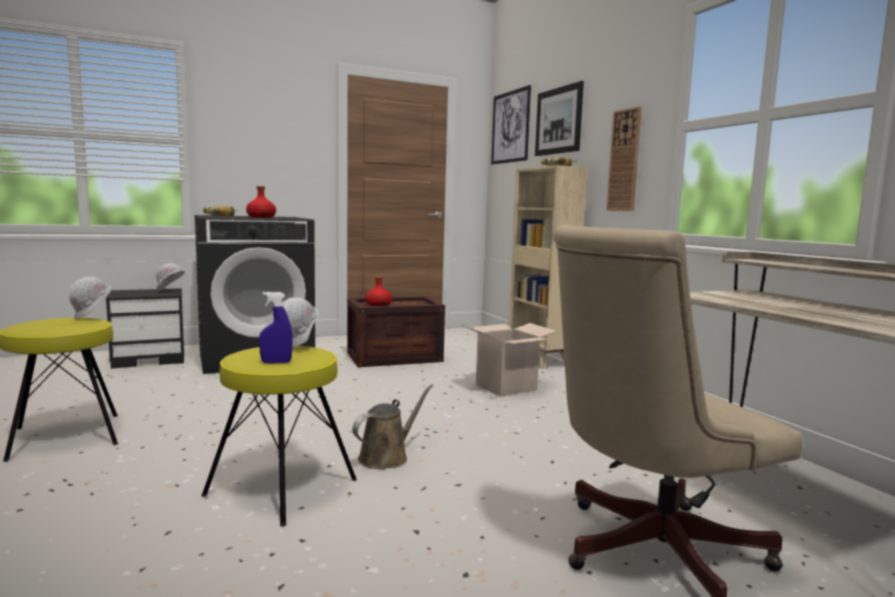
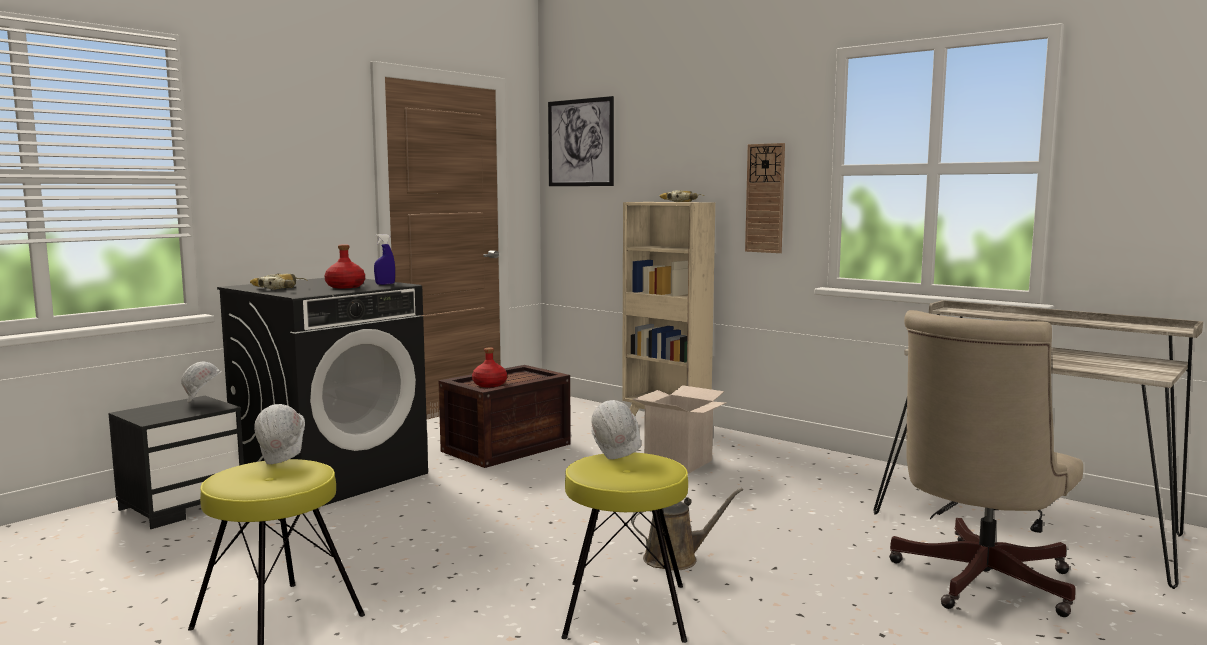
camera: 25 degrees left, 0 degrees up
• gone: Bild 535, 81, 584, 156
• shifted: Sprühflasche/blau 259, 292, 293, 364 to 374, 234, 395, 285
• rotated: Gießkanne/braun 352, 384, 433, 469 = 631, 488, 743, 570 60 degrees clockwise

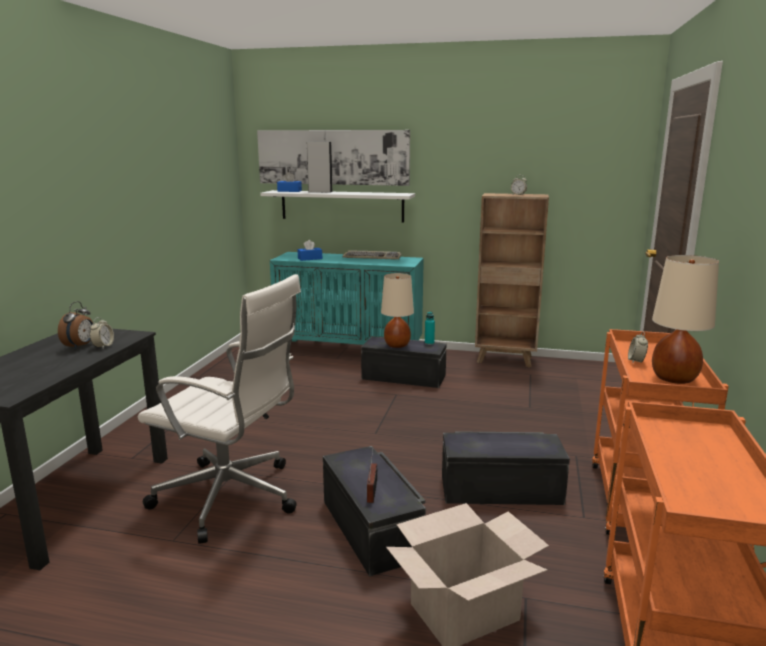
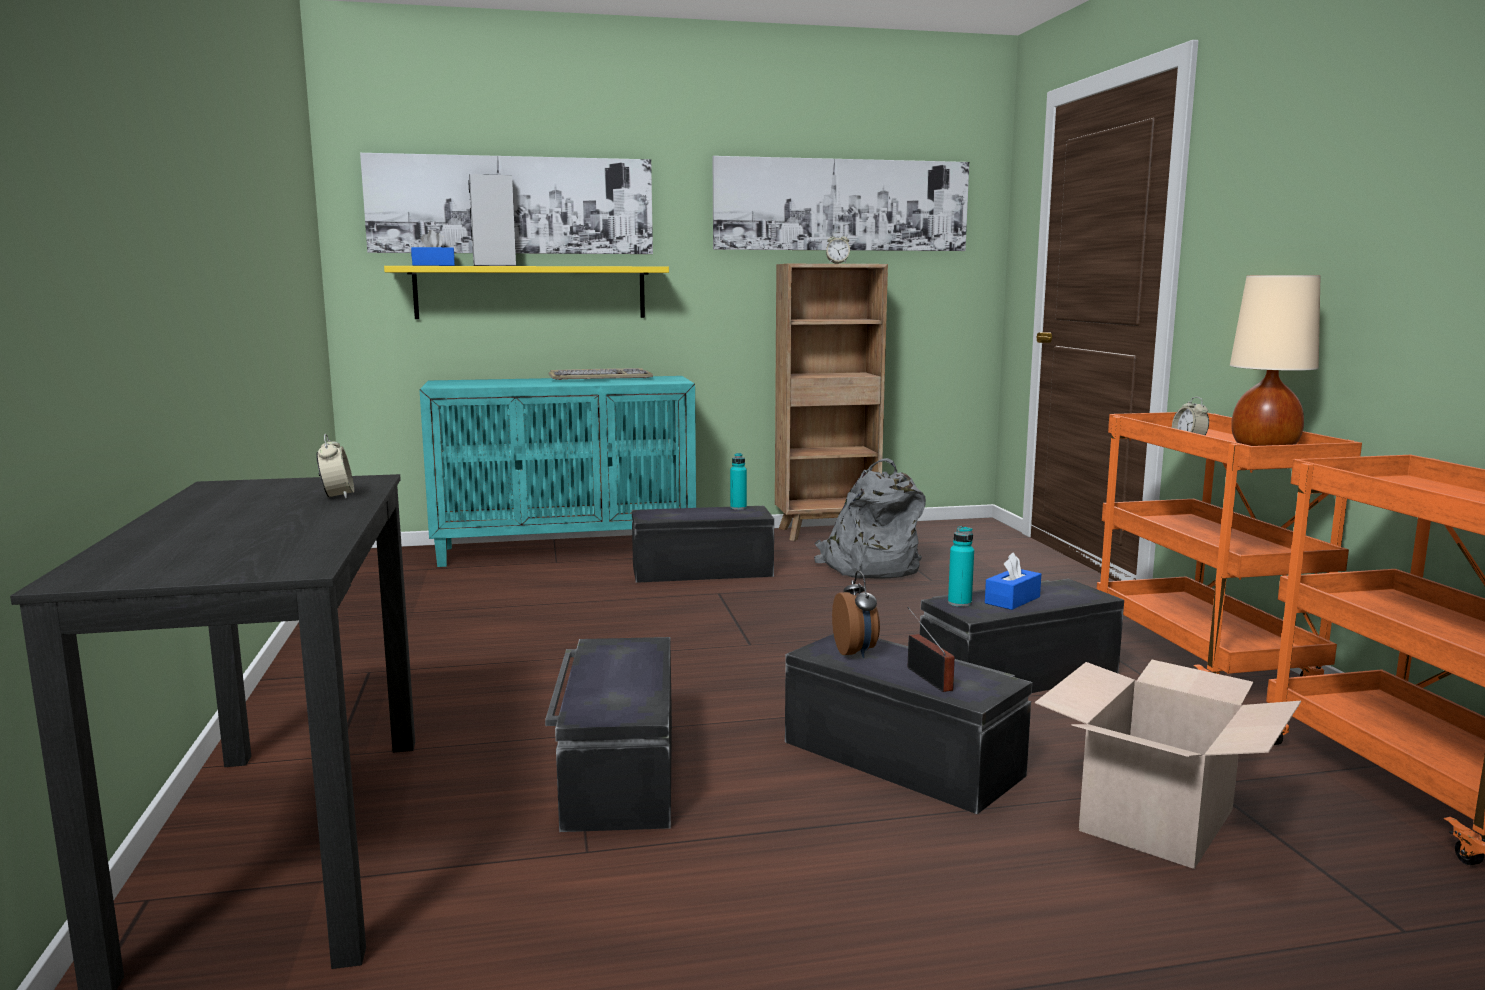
camera: 25 degrees left, 5 degrees down
• gone: Tischlampe/beige 381, 273, 414, 348
• new: Bild 713, 156, 969, 251
• new: Rucksack/grau 814, 458, 926, 579
• new: Flasche/türkis 948, 526, 974, 607
• shifted: Wecker 58, 301, 93, 349 to 832, 571, 880, 658
• shifted: Taschentuchbox/blau 298, 240, 322, 261 to 985, 552, 1041, 610
• swapped: Bürostuhl/weiß 138, 274, 301, 544 to Aufbewahrungsbox/schwarz 545, 637, 672, 832
• repainted: Wandregal/weiß 260, 190, 415, 223 to Wandregal/gelb 384, 266, 669, 319

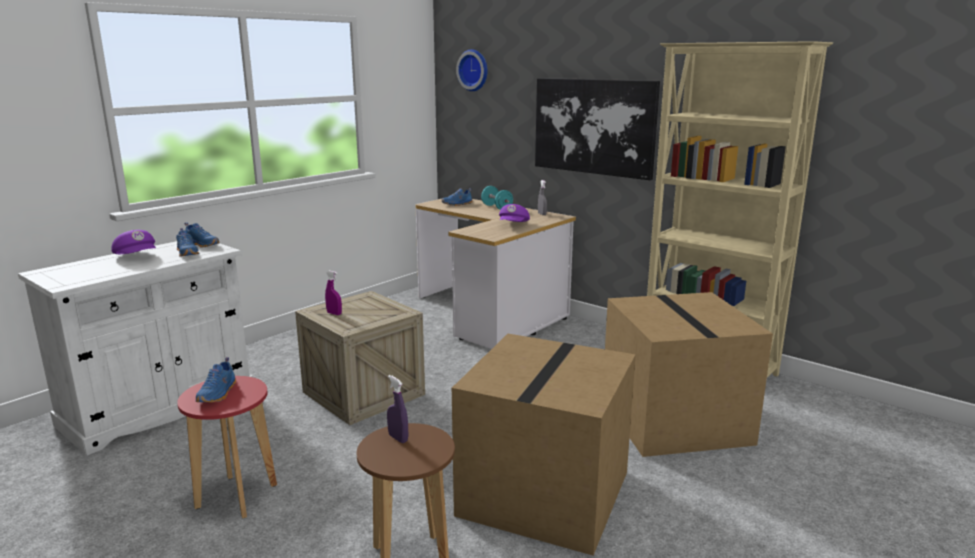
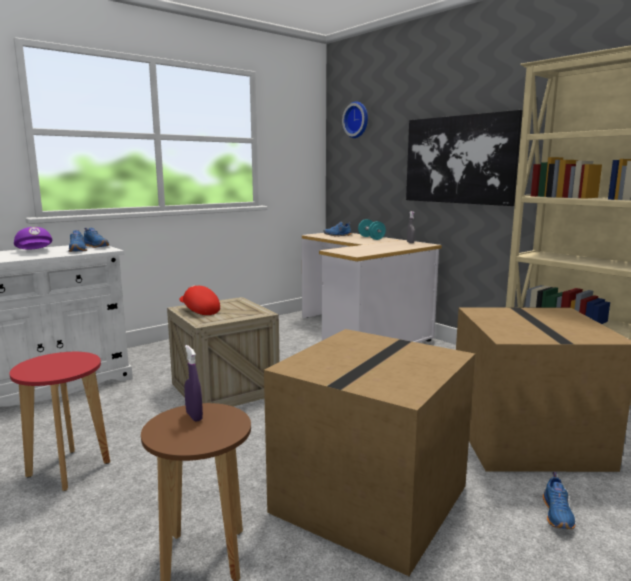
camera: 10 degrees right, 5 degrees down
• gone: Kappe/lila 499, 204, 530, 222
• shifted: Schuh/blau 196, 357, 236, 402 to 543, 472, 575, 529
• swapped: Sprühflasche/lila 325, 271, 342, 315 to Kappe/rot 179, 285, 220, 315

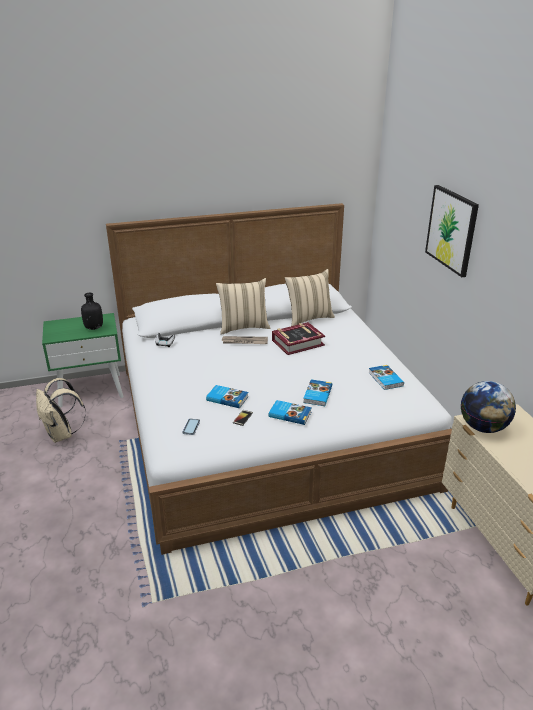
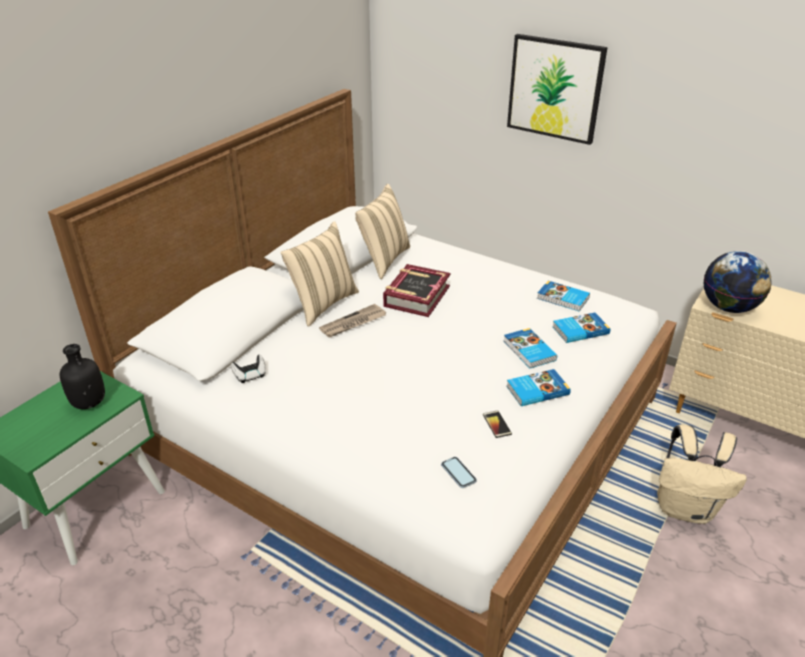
camera: 40 degrees left, 5 degrees up
• shifted: Rucksack/beige 36, 378, 86, 443 to 657, 424, 747, 524
• shifted: Buch 206, 385, 249, 408 to 552, 313, 611, 343

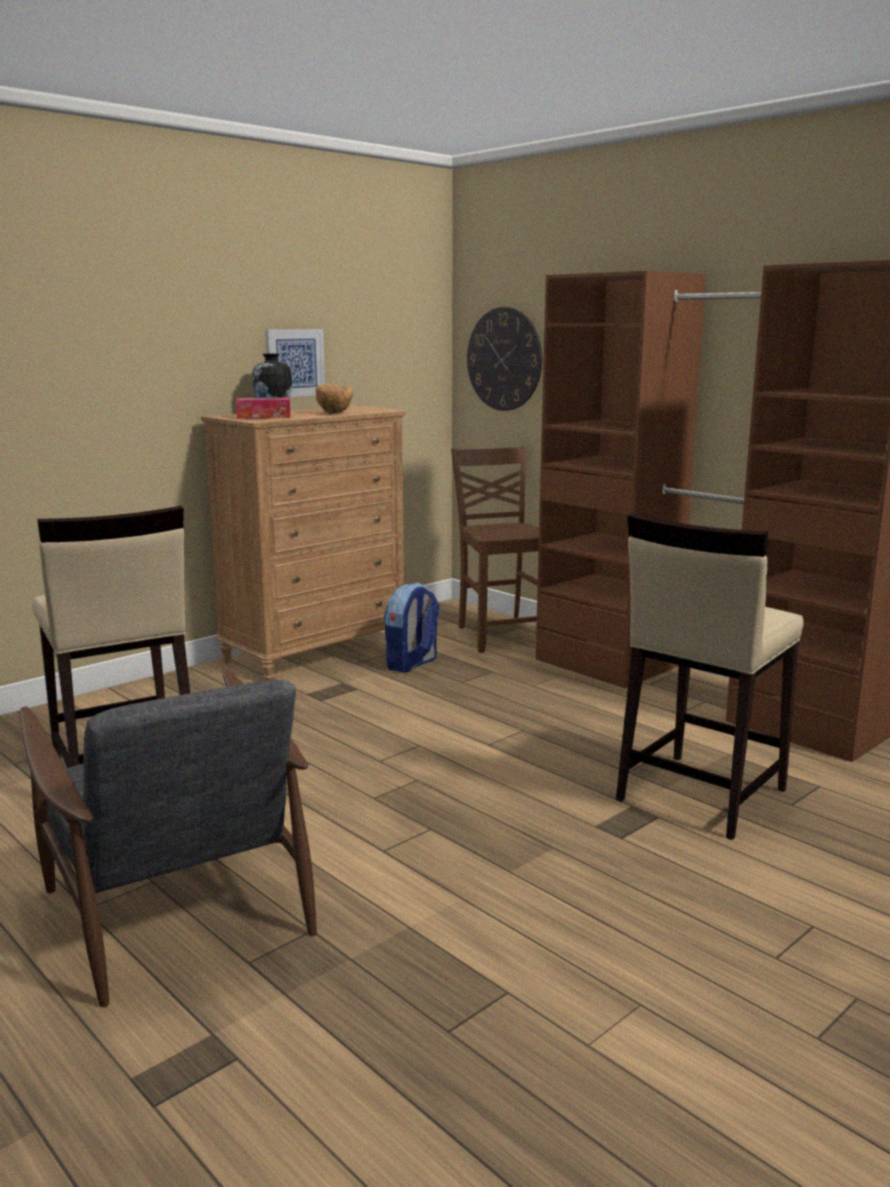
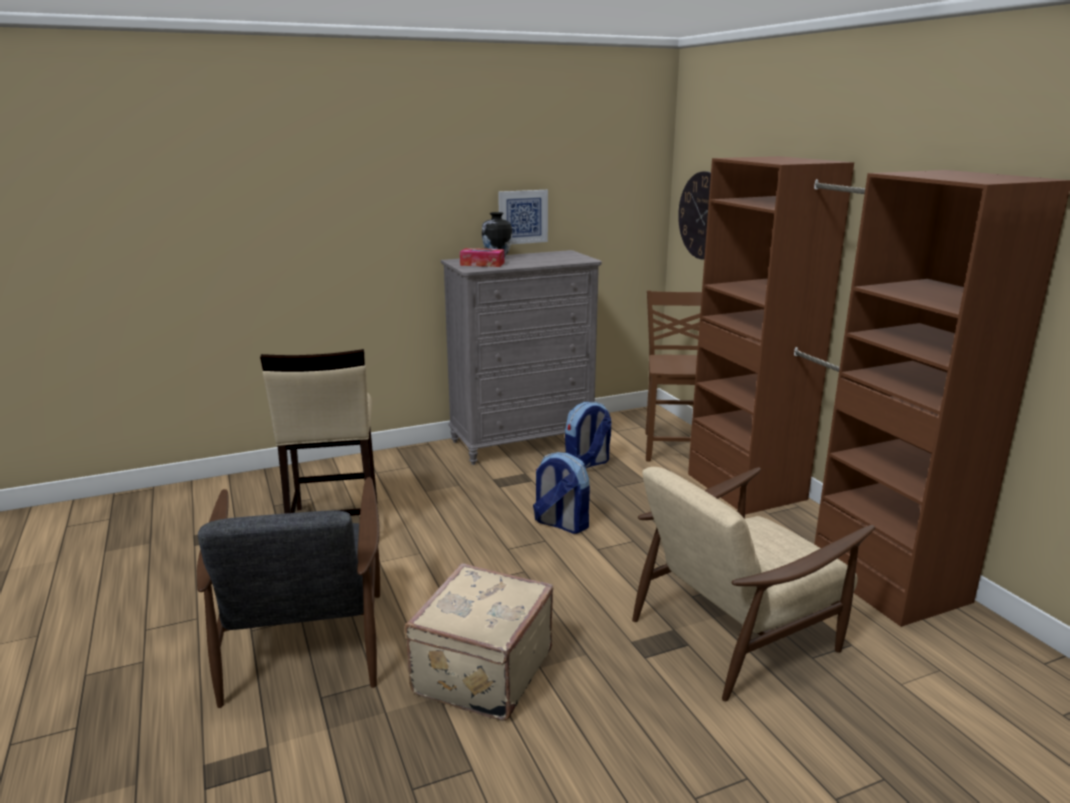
camera: 20 degrees right, 5 degrees up
• gone: Schüssel/braun 315, 383, 353, 414
• new: Koffer/beige 405, 563, 553, 721
• new: Rucksack 533, 452, 590, 534
• swapped: Hocker/beige 616, 513, 804, 840 to Sessel/beige 632, 467, 875, 701
• repainted: Kommode/braun 201, 405, 406, 681 to Kommode/grau 441, 250, 602, 465

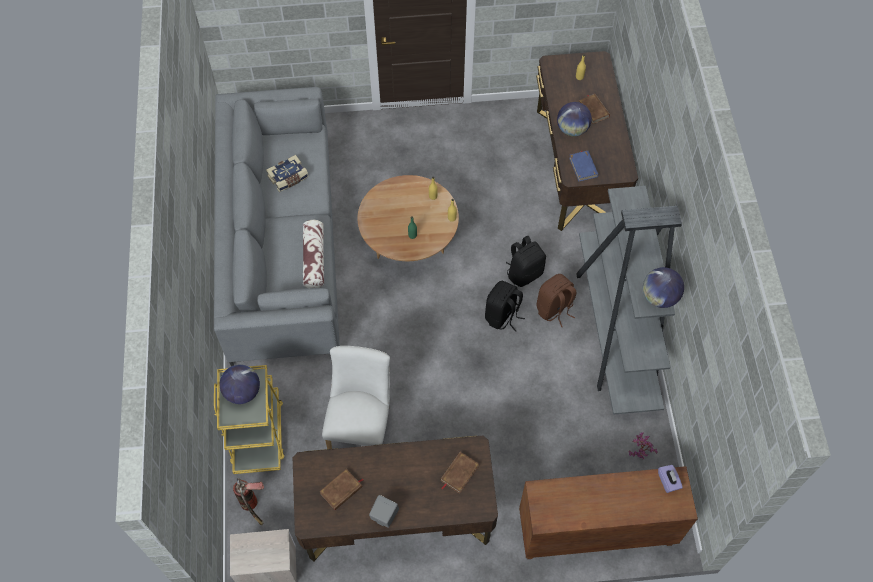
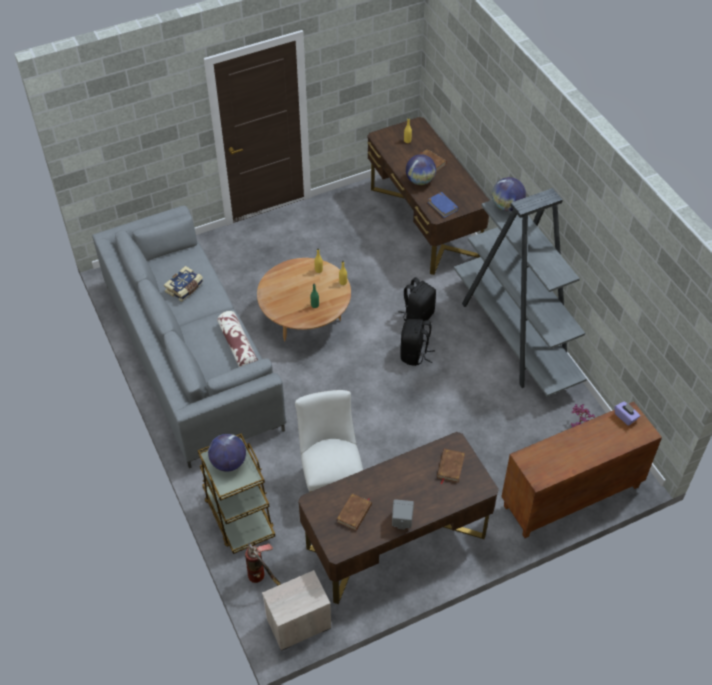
camera: 20 degrees left, 10 degrees down
• gone: Rucksack/braun 536, 274, 576, 327
• shifted: Globus 643, 267, 684, 308 to 492, 177, 526, 211
• repainted: Rollwagen/gelb 214, 365, 284, 474 to Rollwagen/braun 198, 434, 275, 554

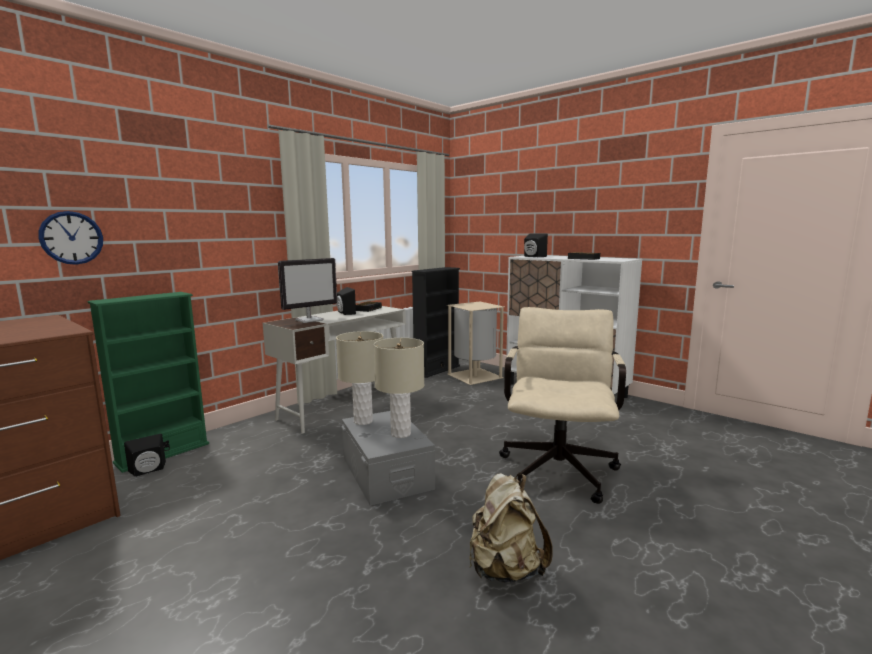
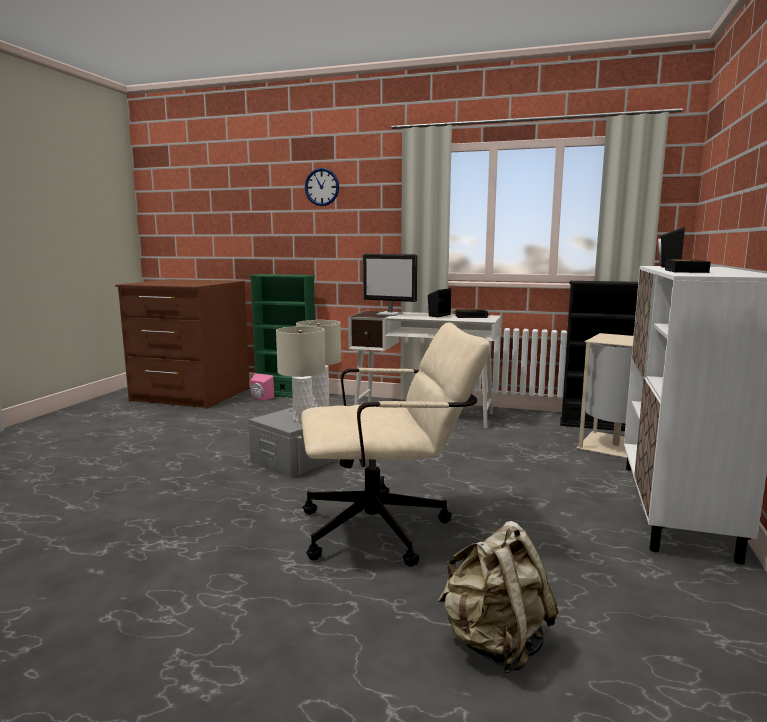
camera: 65 degrees right, 0 degrees up
• shifted: Wanduhr 38, 211, 103, 265 to 305, 168, 339, 206
• shifted: Rucksack/beige 469, 473, 553, 583 to 437, 521, 558, 673
• repainted: Lautsprecher/schwarz 124, 434, 166, 477 to Lautsprecher/rosa 250, 373, 274, 400

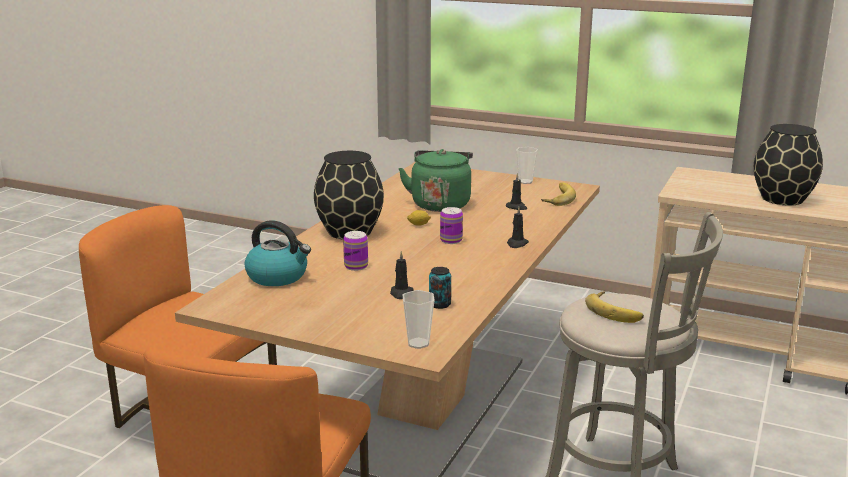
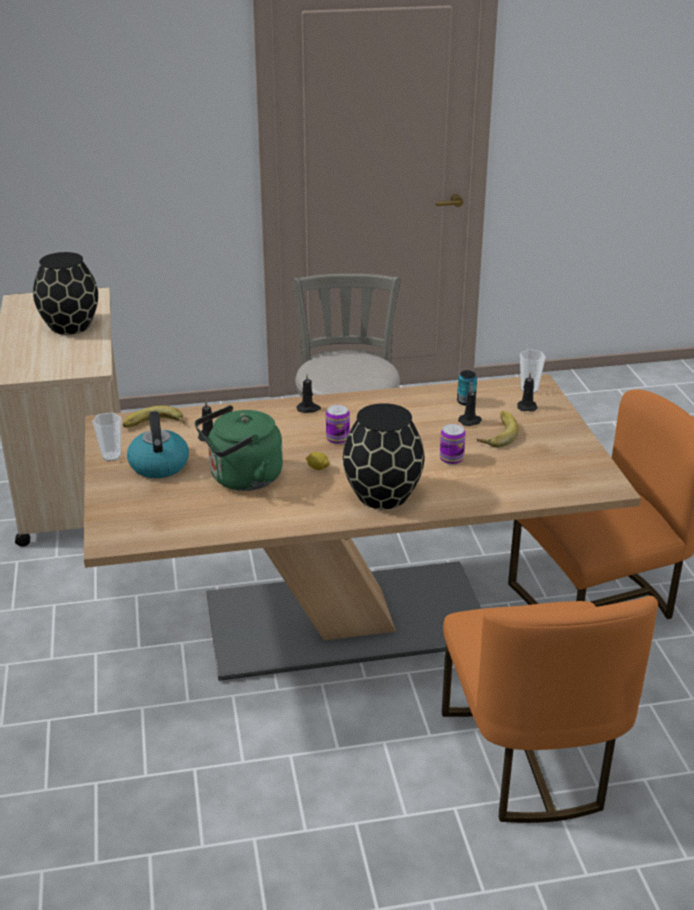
camera: 125 degrees left, 10 degrees up
• new: Kerze/schwarz 517, 372, 538, 412
• shifted: Wasserkessel 245, 220, 311, 286 to 127, 411, 189, 478
• shifted: Banane 585, 291, 644, 323 to 477, 411, 519, 448

